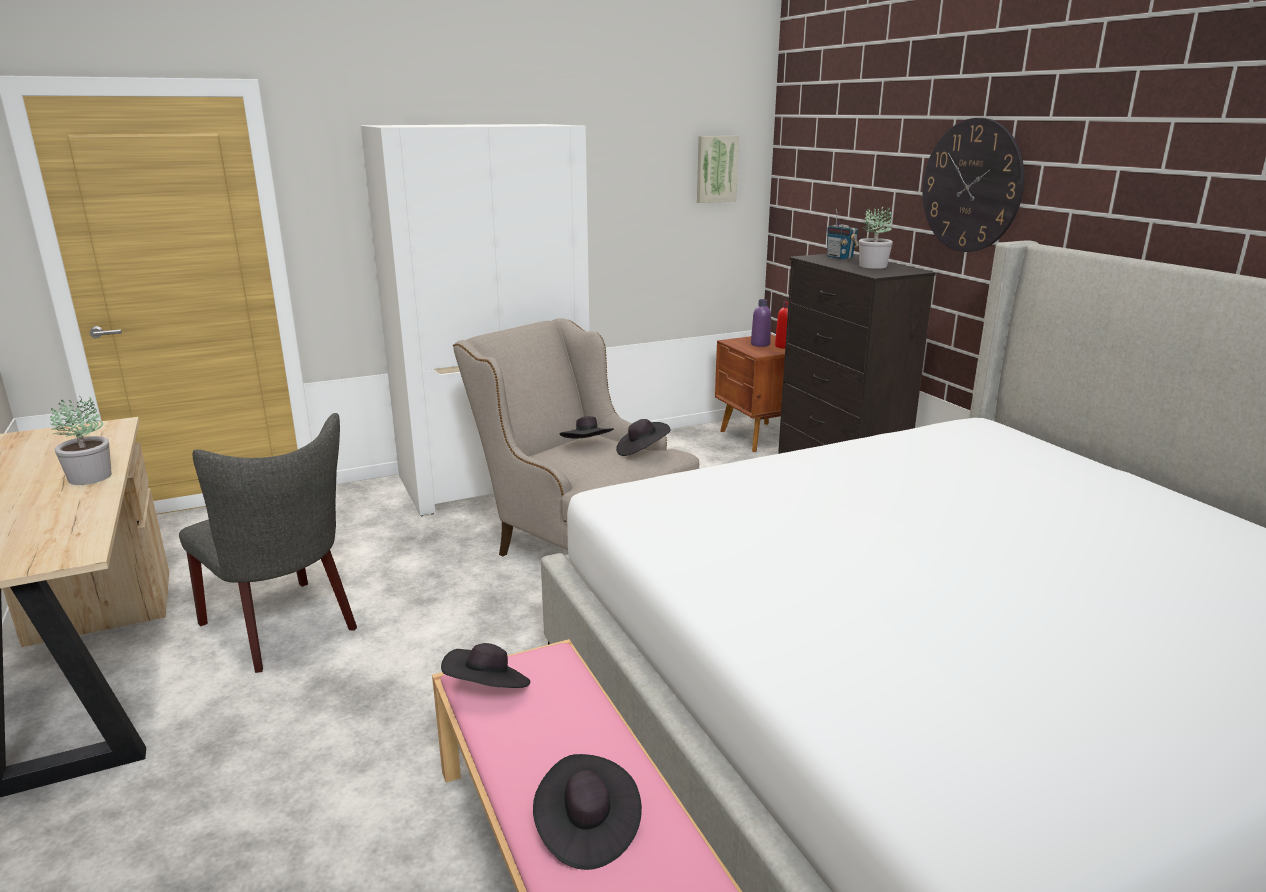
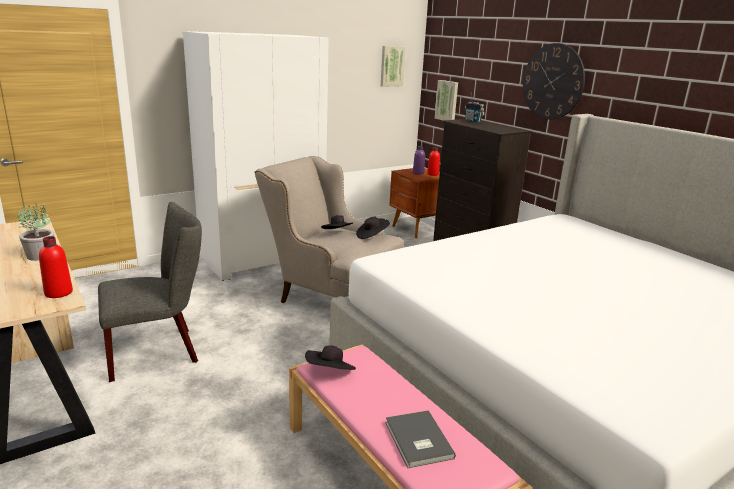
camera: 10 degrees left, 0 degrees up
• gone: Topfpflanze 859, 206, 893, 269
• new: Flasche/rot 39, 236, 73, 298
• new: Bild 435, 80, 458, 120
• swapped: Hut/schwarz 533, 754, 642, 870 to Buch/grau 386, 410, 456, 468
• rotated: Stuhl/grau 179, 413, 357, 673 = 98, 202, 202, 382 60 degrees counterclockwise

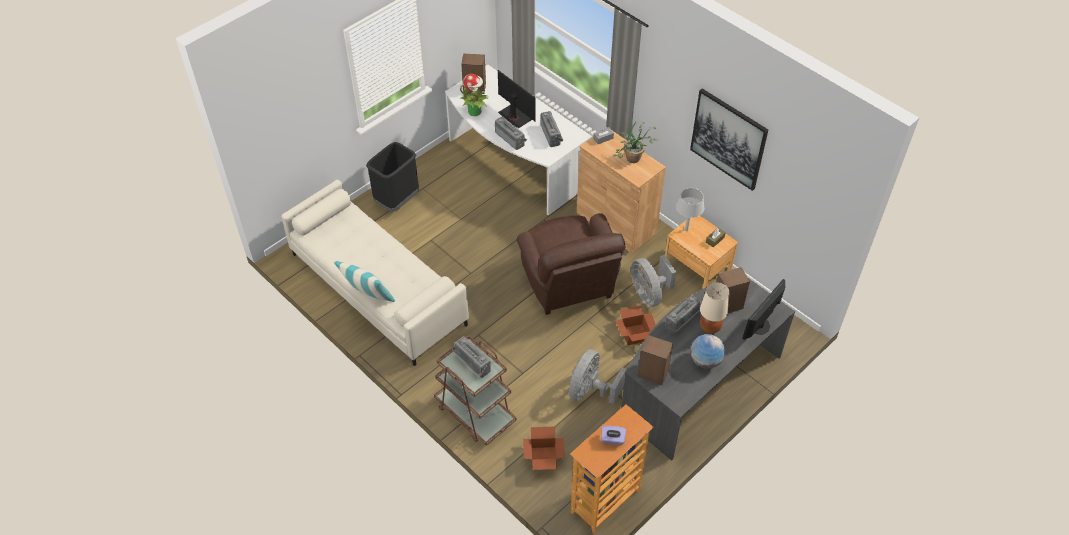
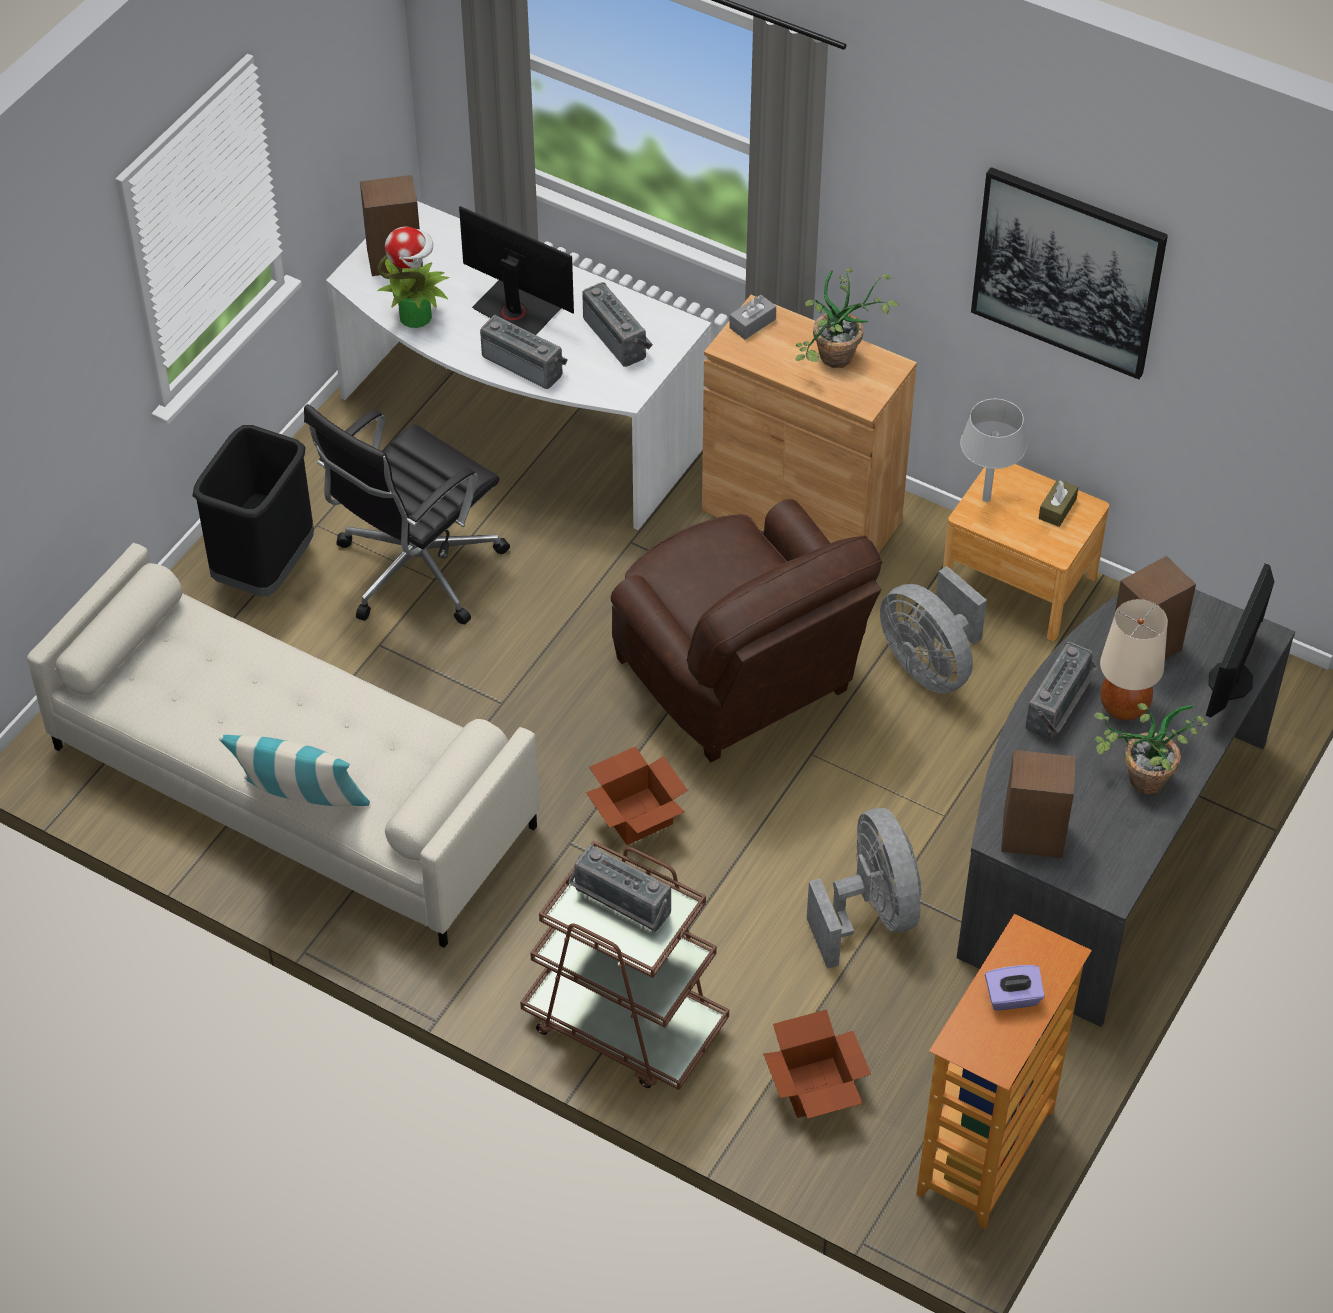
camera: 15 degrees left, 0 degrees up
• new: Bürostuhl/schwarz 304, 404, 510, 625
• shifted: Karton 615, 306, 656, 345 to 586, 746, 688, 845
• swapped: Globus 690, 334, 725, 369 to Topfpflanze 1094, 703, 1208, 794
• rotated: Ventilator/grau 569, 349, 626, 404 = 807, 808, 922, 969 150 degrees clockwise

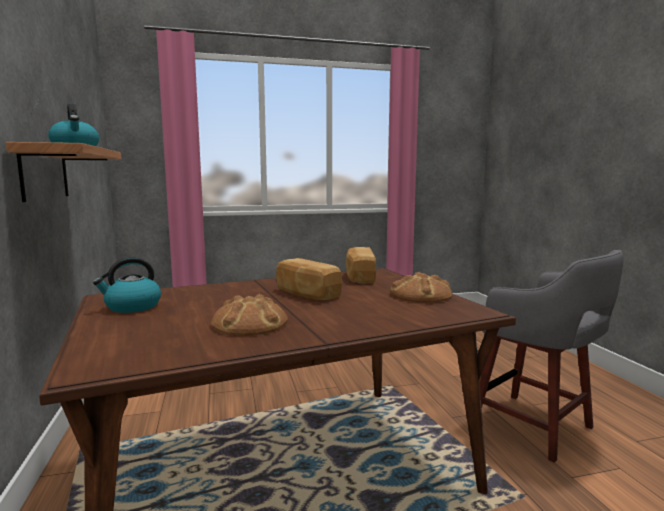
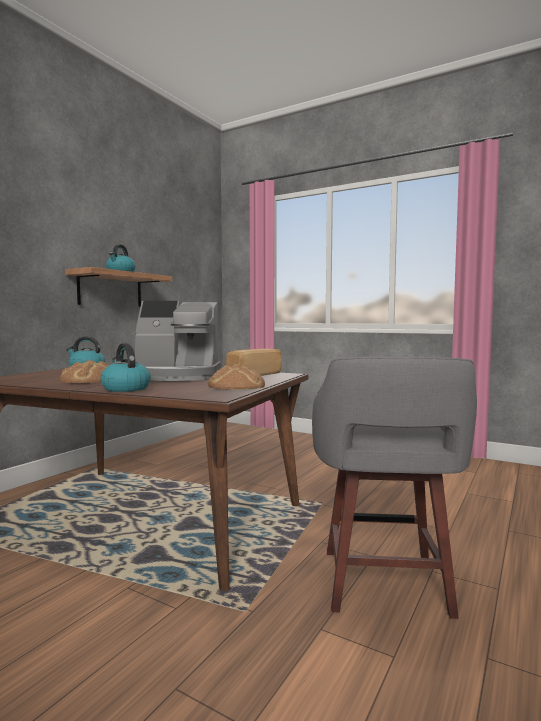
camera: 45 degrees right, 5 degrees down
• new: Wasserkessel 100, 343, 151, 392
• swapped: Brot 276, 258, 342, 300 to Kaffeemaschine 135, 301, 221, 381

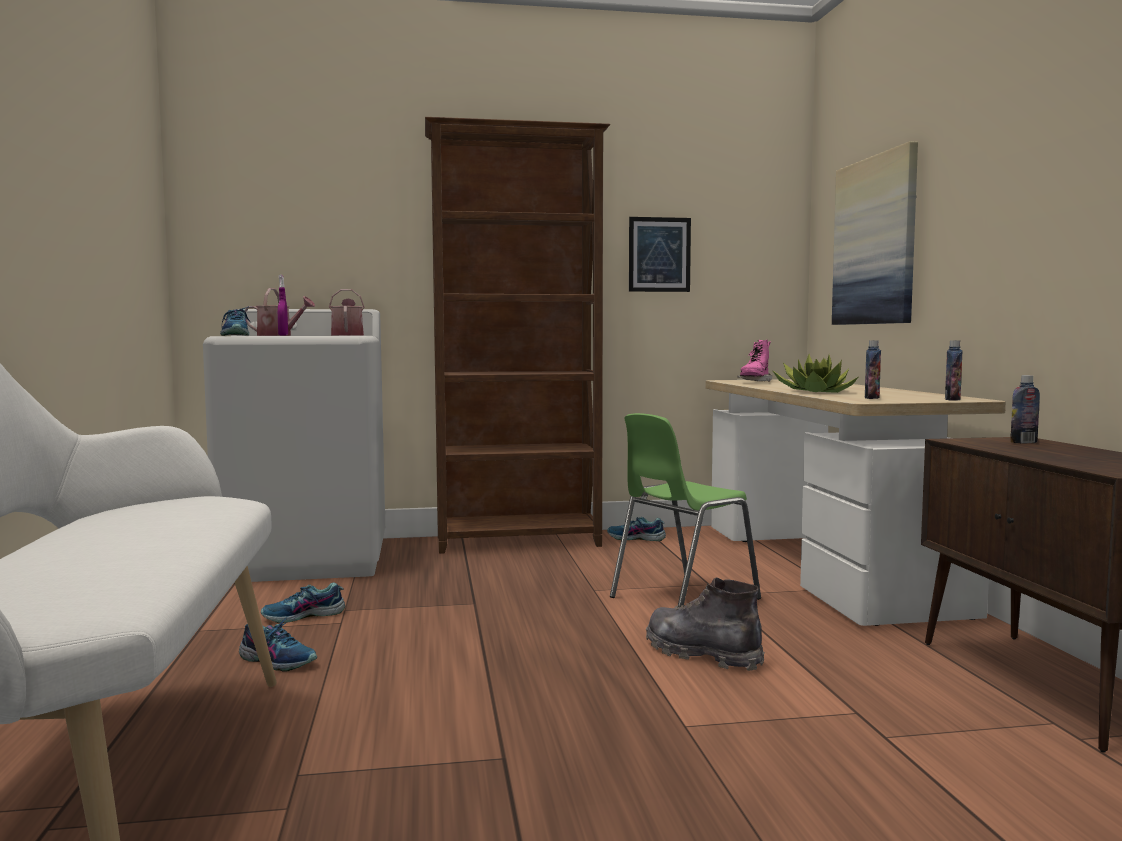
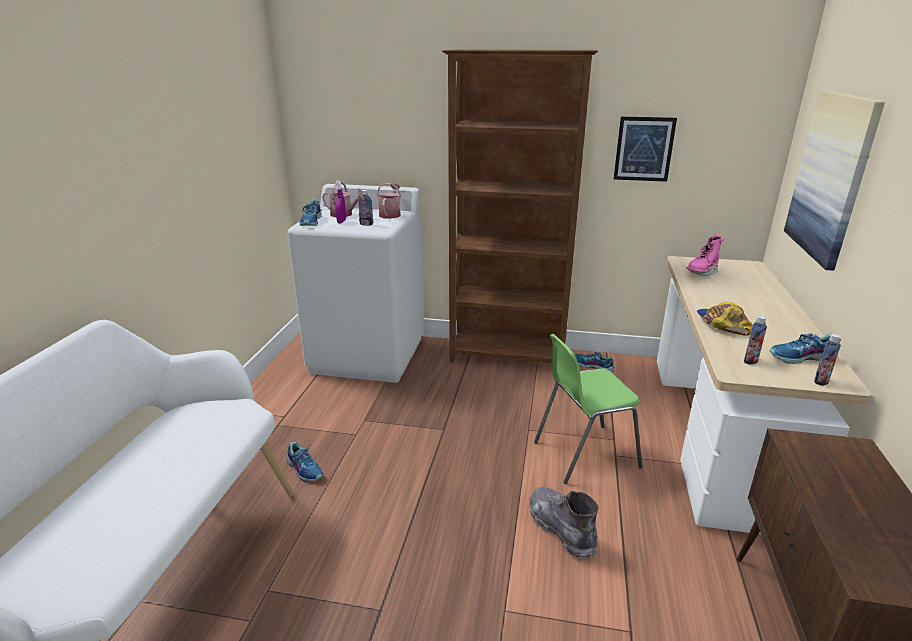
camera: 20 degrees right, 20 degrees up
• shifted: Schuh 261, 582, 345, 623 to 770, 333, 841, 364
• shifted: Flasche 1011, 375, 1040, 443 to 358, 190, 373, 226
• swapped: Topfpflanze 772, 354, 858, 393 to Kappe 697, 301, 753, 336

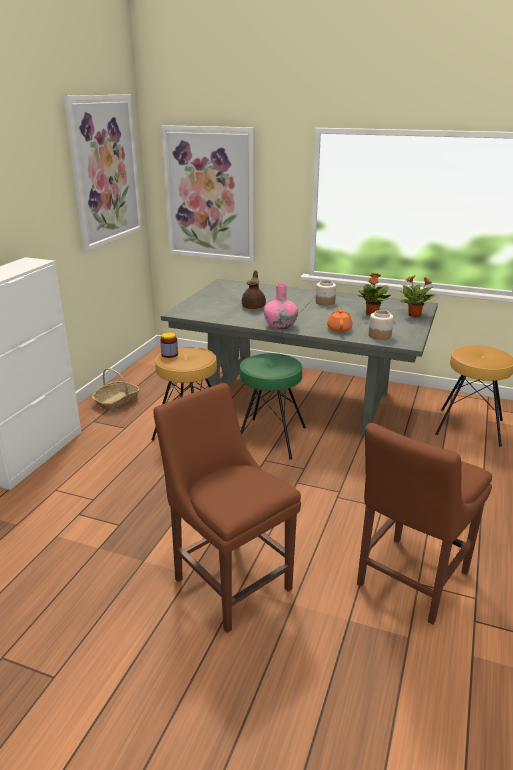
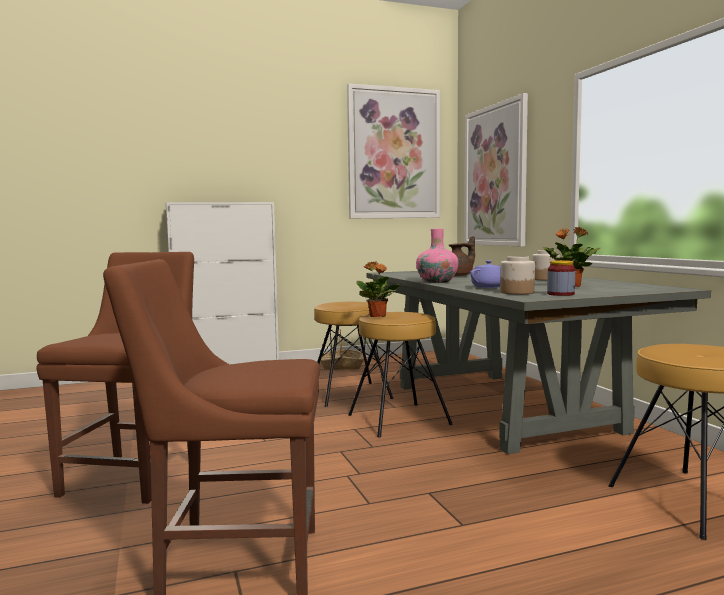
camera: 50 degrees right, 20 degrees down
• shifted: Vorratsglas 160, 332, 178, 358 to 547, 260, 575, 296
• shifted: Topfpflanze 400, 275, 435, 317 to 356, 262, 402, 317
• repainted: Hocker/grün 240, 353, 306, 460 to Hocker/braun 348, 312, 453, 437
• repainted: Teekanne/orange 327, 307, 353, 332 to Teekanne/lila 470, 260, 501, 288

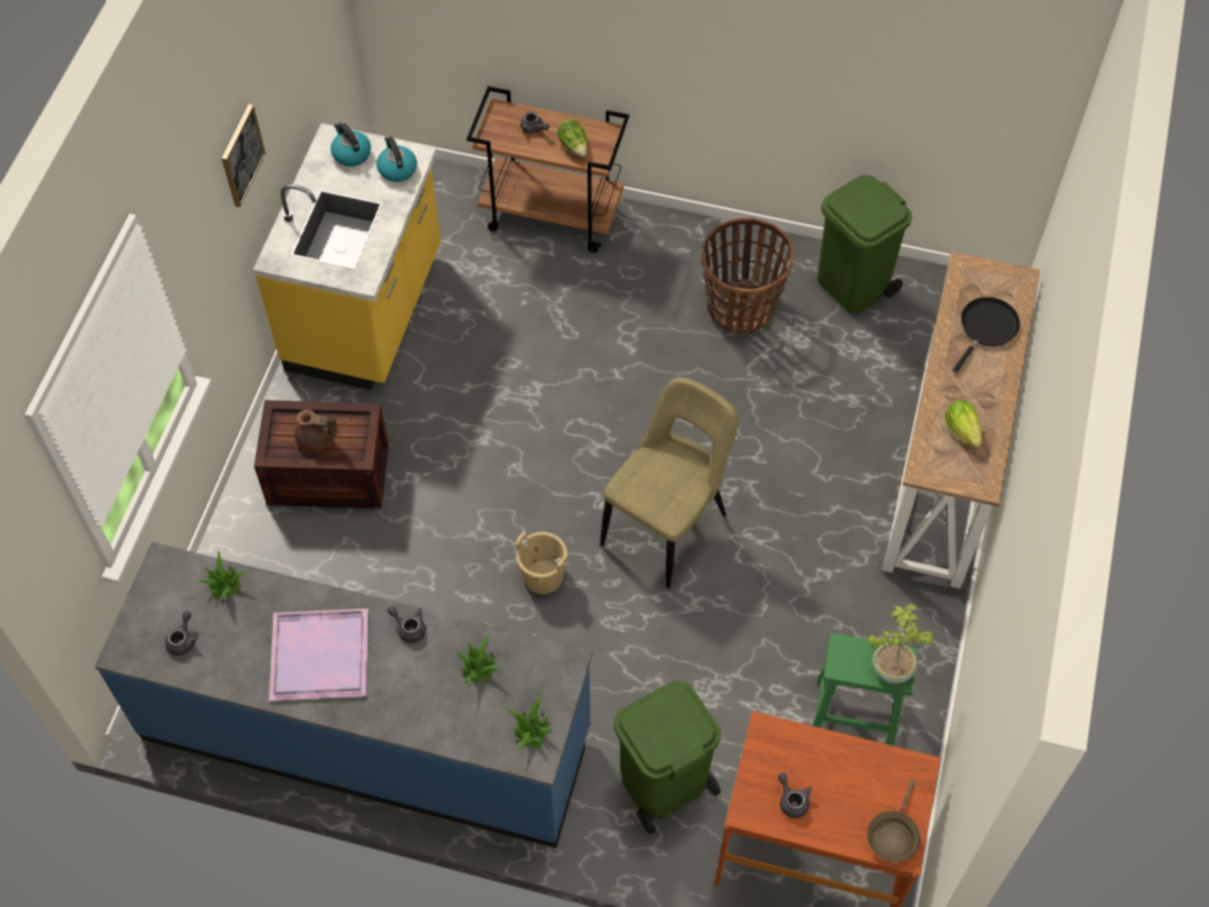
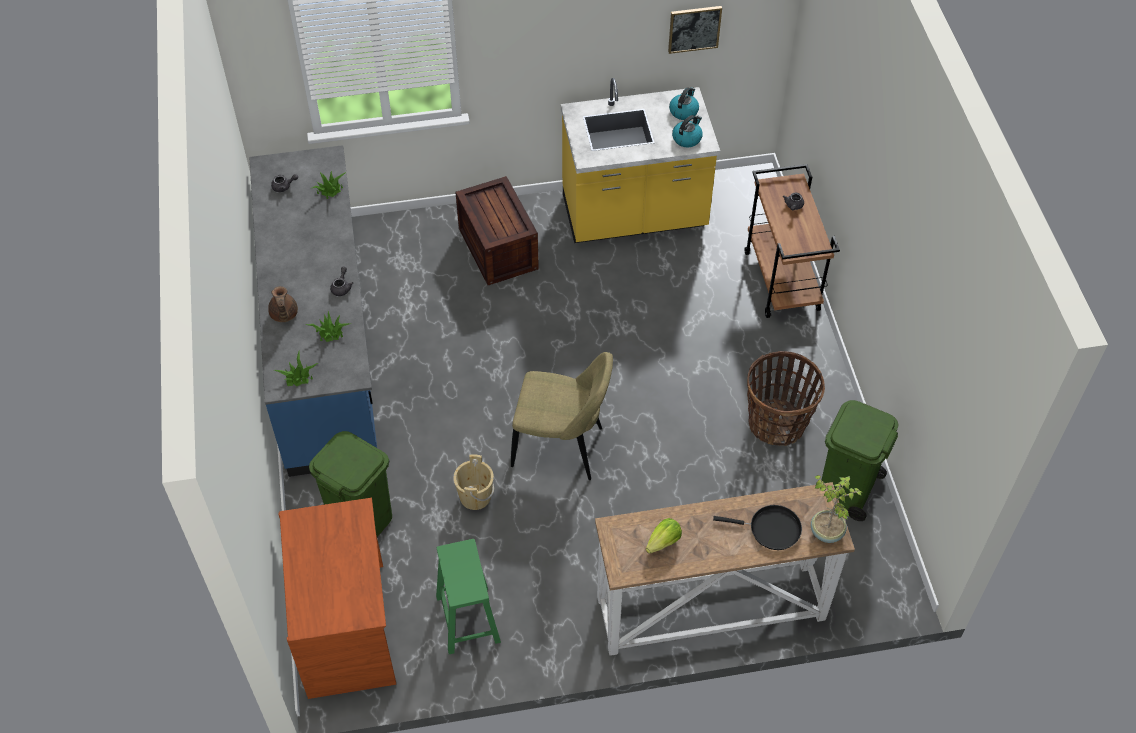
camera: 65 degrees right, 5 degrees down
• gone: Tablett/lila 269, 608, 368, 701
• gone: Salatkopf 557, 119, 588, 157
• gone: Teekanne/grau 778, 773, 812, 818
• gone: Pfanne/braun 867, 779, 921, 862
• shifted: Bild 222, 104, 266, 207 to 668, 6, 722, 54
• shifted: Teekanne/braun 294, 410, 338, 452 to 268, 286, 298, 322
• shifted: Eimer/beige 515, 531, 569, 594 to 453, 454, 494, 510
• shifted: Topfpflanze 866, 603, 934, 684 to 811, 475, 863, 543

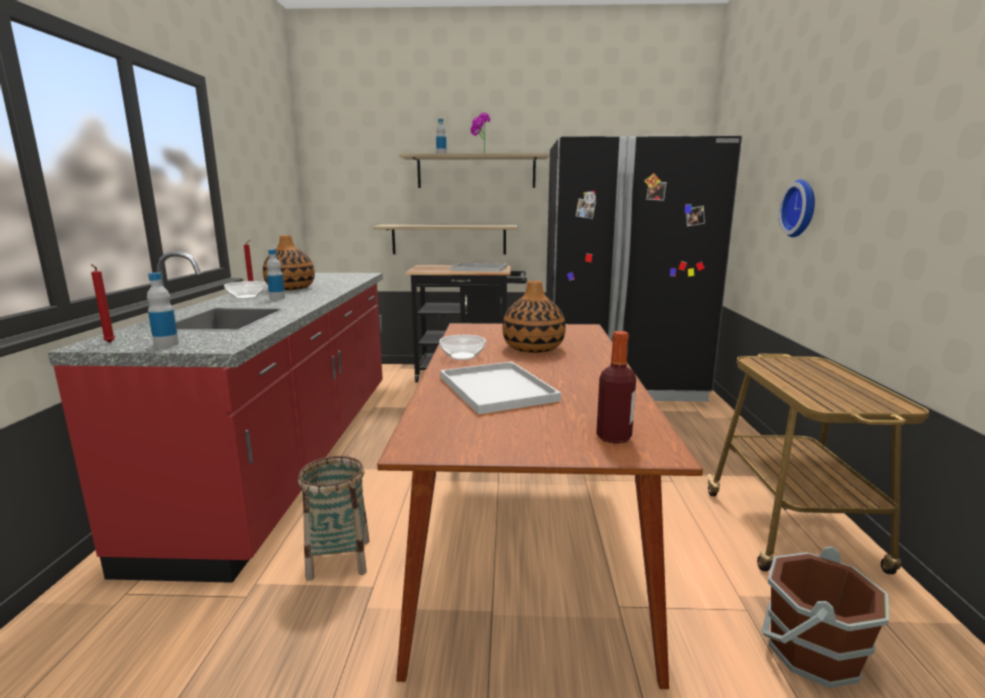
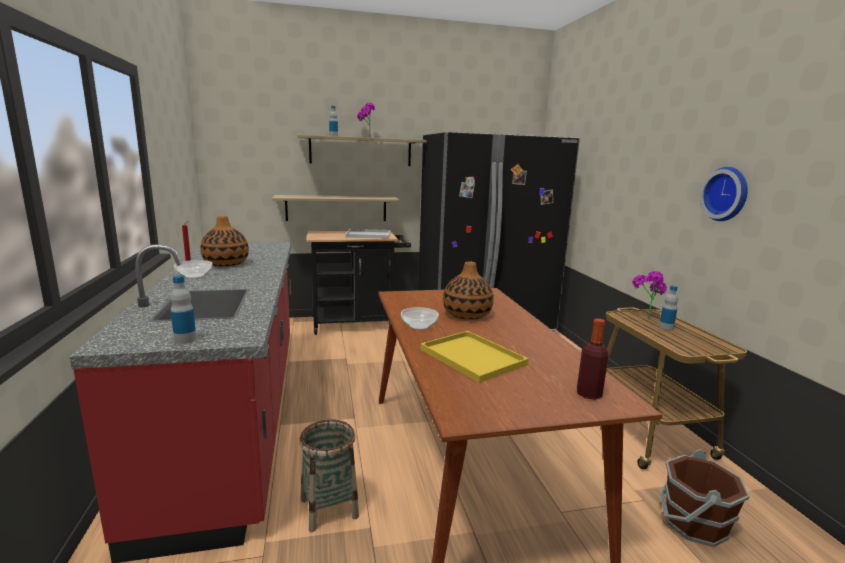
camera: 15 degrees left, 0 degrees up
• gone: Kerze/rot 91, 264, 115, 342
• new: Topfpflanze 632, 271, 667, 320
• shifted: Flasche 267, 249, 285, 300 to 659, 285, 678, 330
• shifted: Wanduhr 778, 179, 815, 237 to 700, 167, 748, 221
• repainted: Tablett/weiß 440, 362, 561, 415 to Tablett/gelb 420, 331, 529, 383

